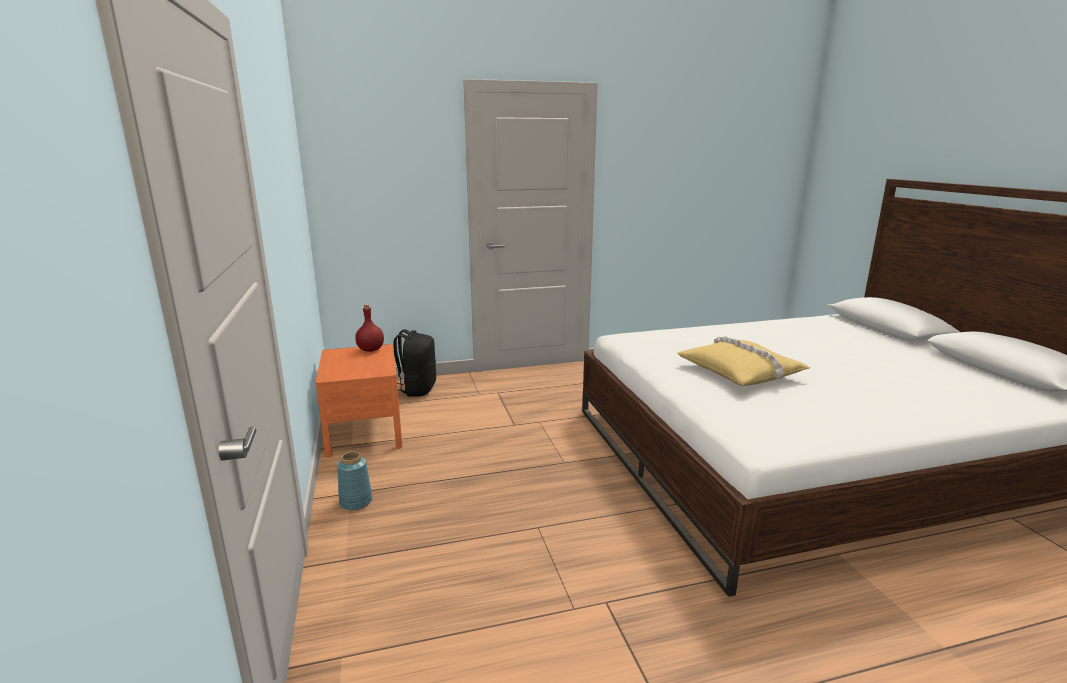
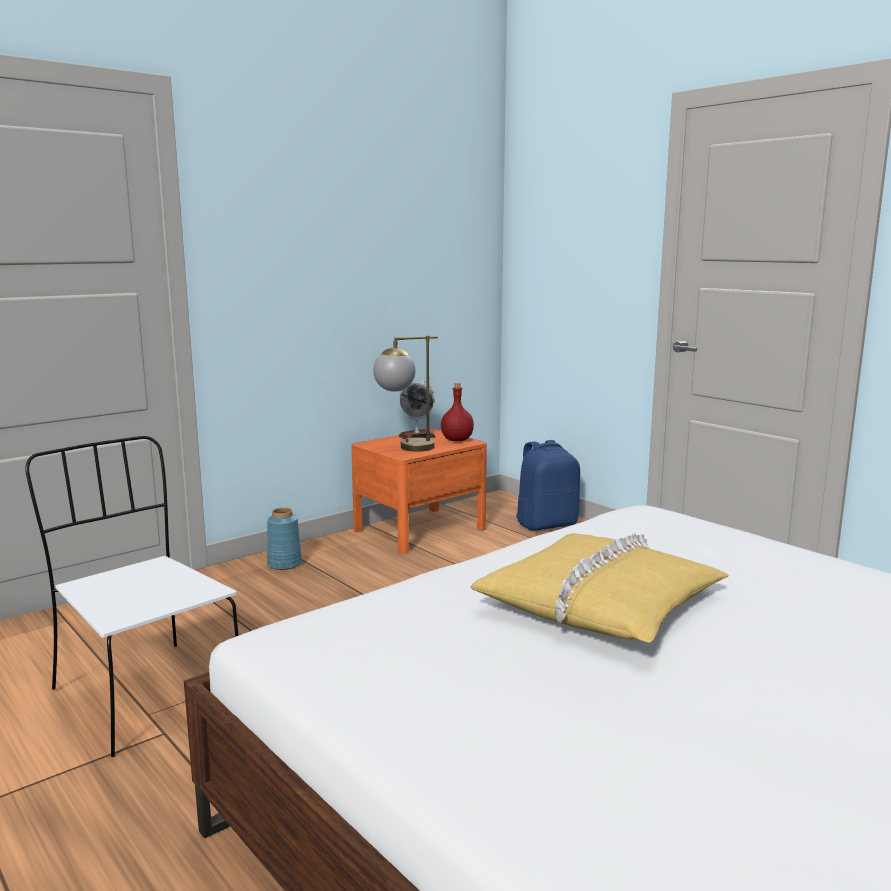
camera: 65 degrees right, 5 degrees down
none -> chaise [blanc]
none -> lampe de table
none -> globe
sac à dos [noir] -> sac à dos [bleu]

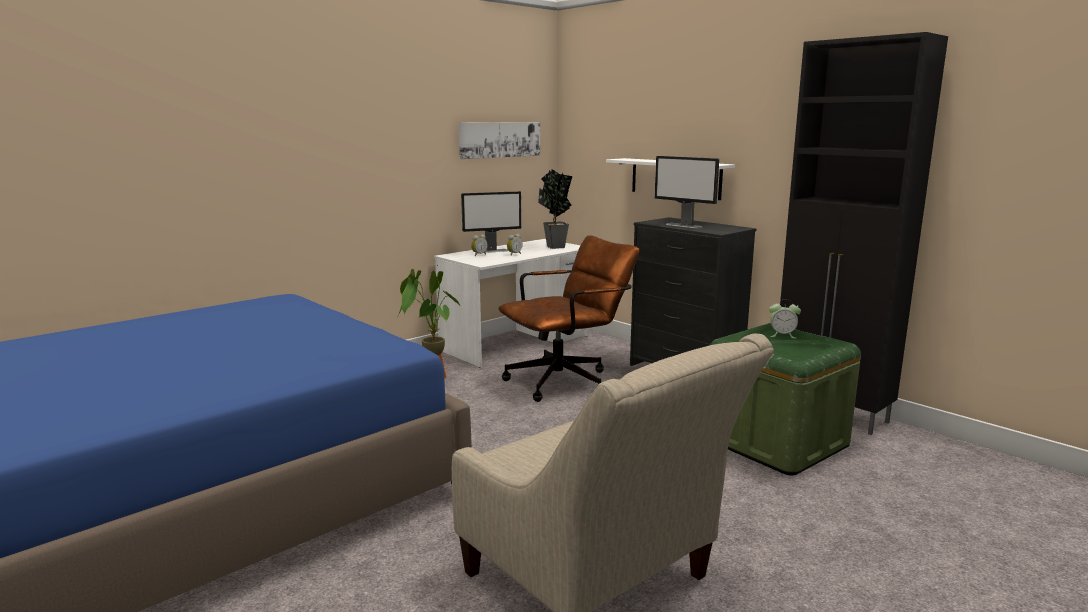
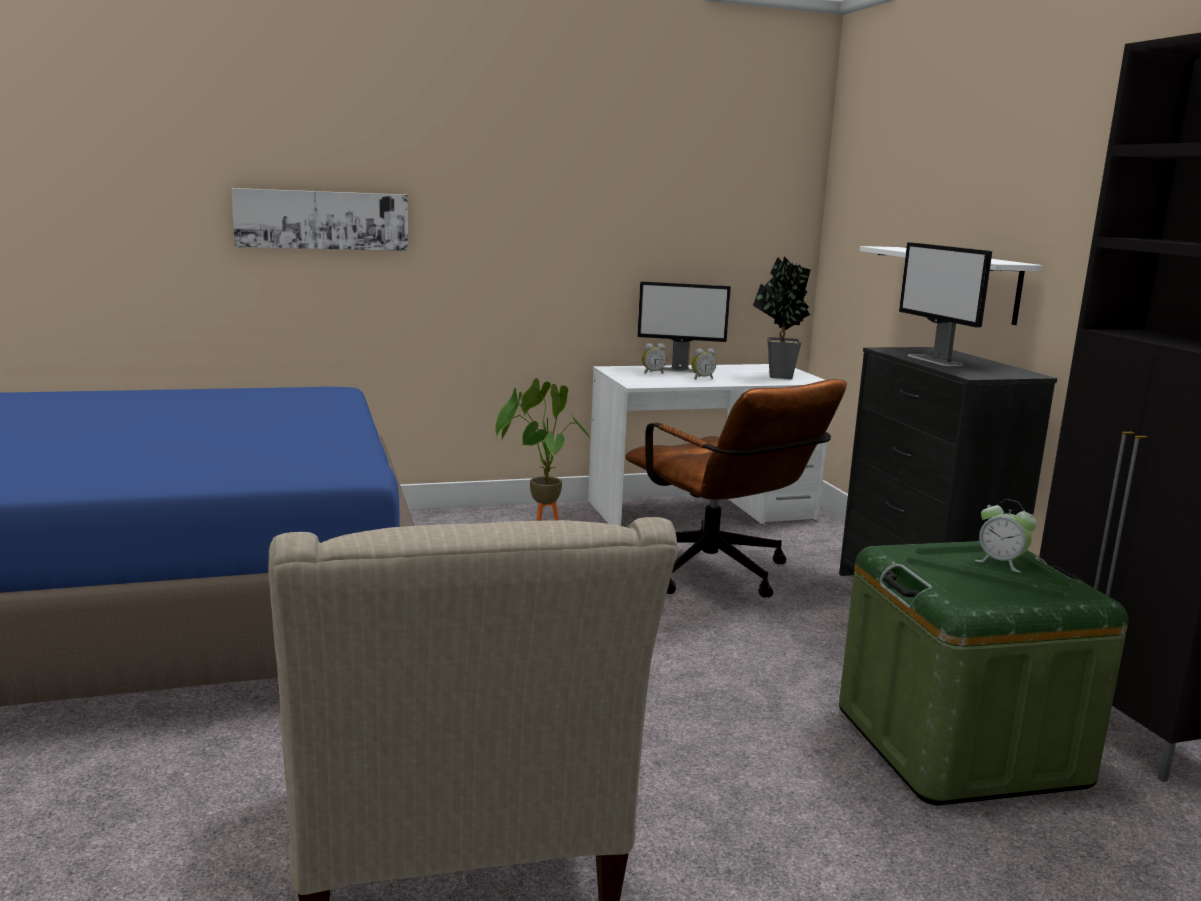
camera: 25 degrees right, 0 degrees up
tableau, move
chaise de bureau [marron], 60 degrees clockwise

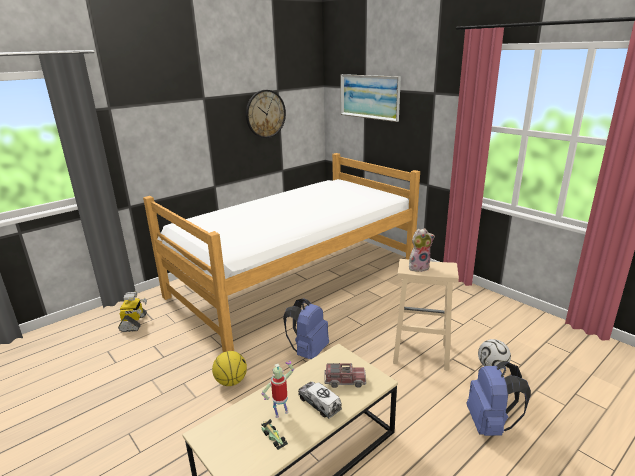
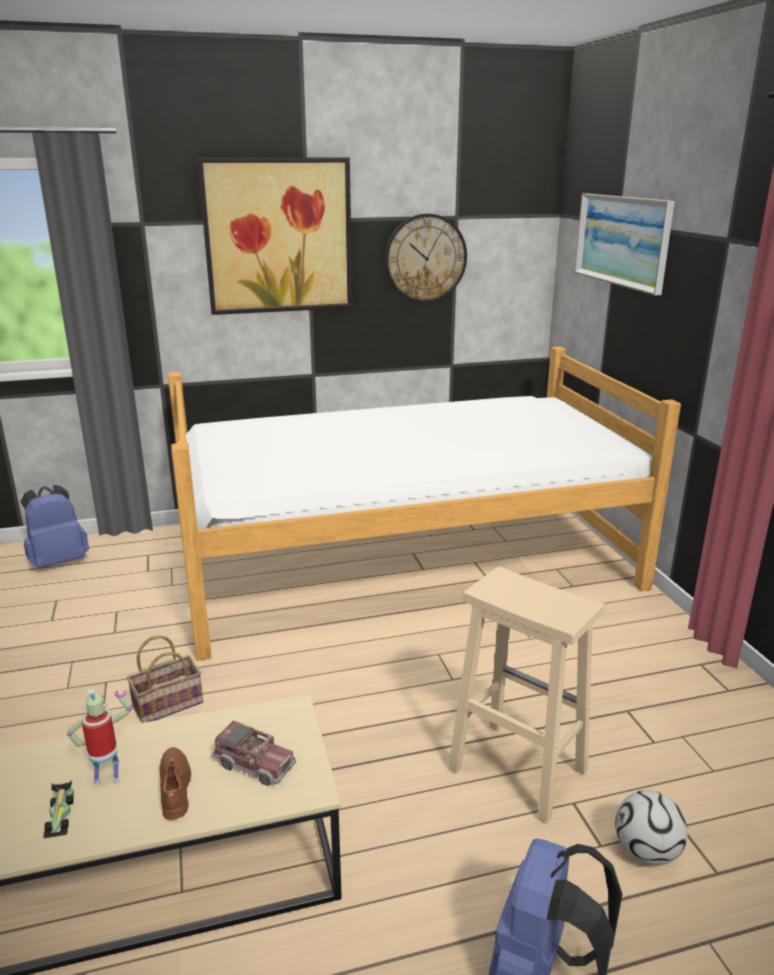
camera: 25 degrees right, 0 degrees up
robot jouet (1st from left) -> none
peluche -> none
none -> tableau (1st from left)
sac à dos [bleu] (1st from left), move
ballon de basket -> panier
camion jouet (1st from left) -> chaussure [marron]

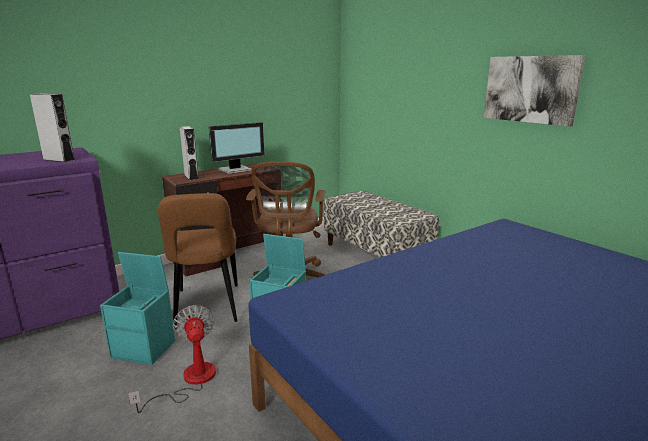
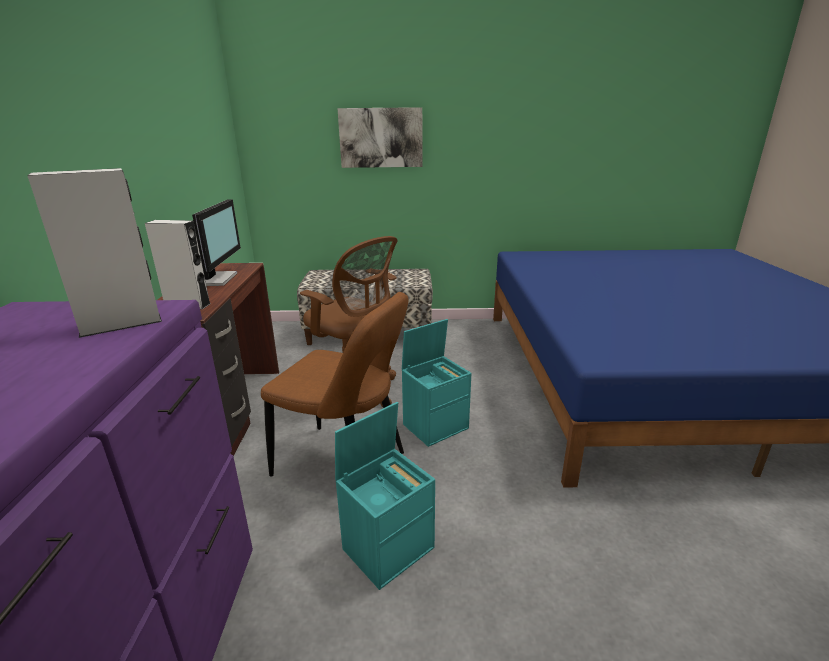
camera: 55 degrees left, 5 degrees up
ventilateur -> none
tableau, move

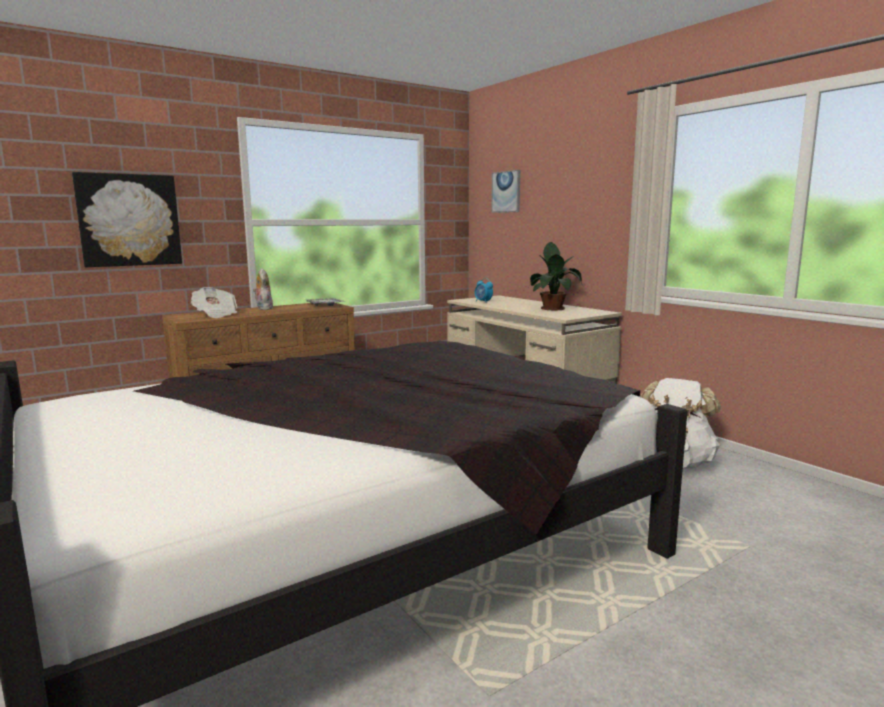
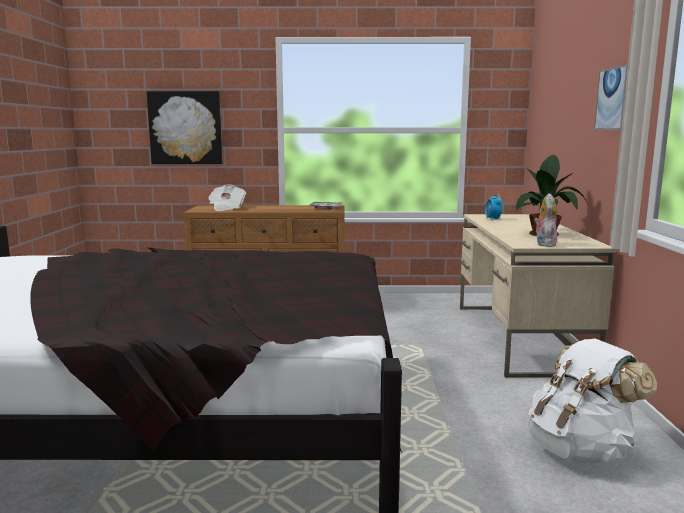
camera: 35 degrees right, 0 degrees up
peluche, move
tableau (2nd from left), move

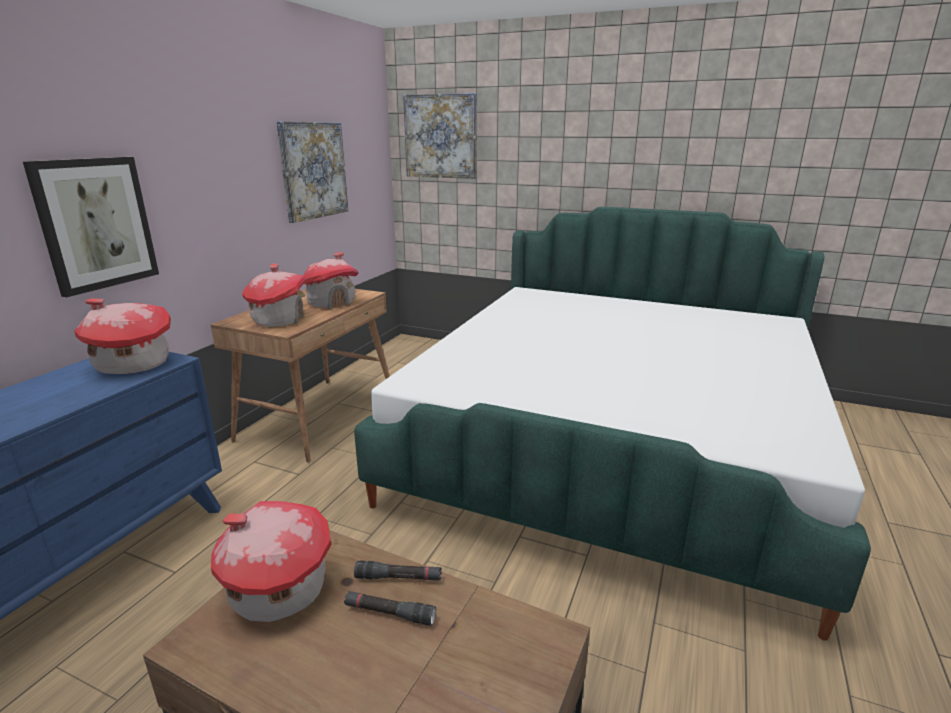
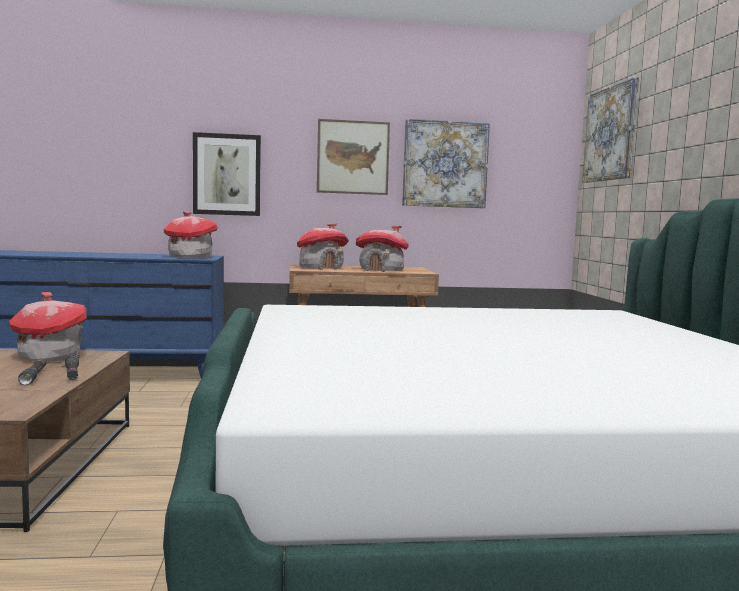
camera: 60 degrees right, 15 degrees down
none -> tableau (2nd from left)

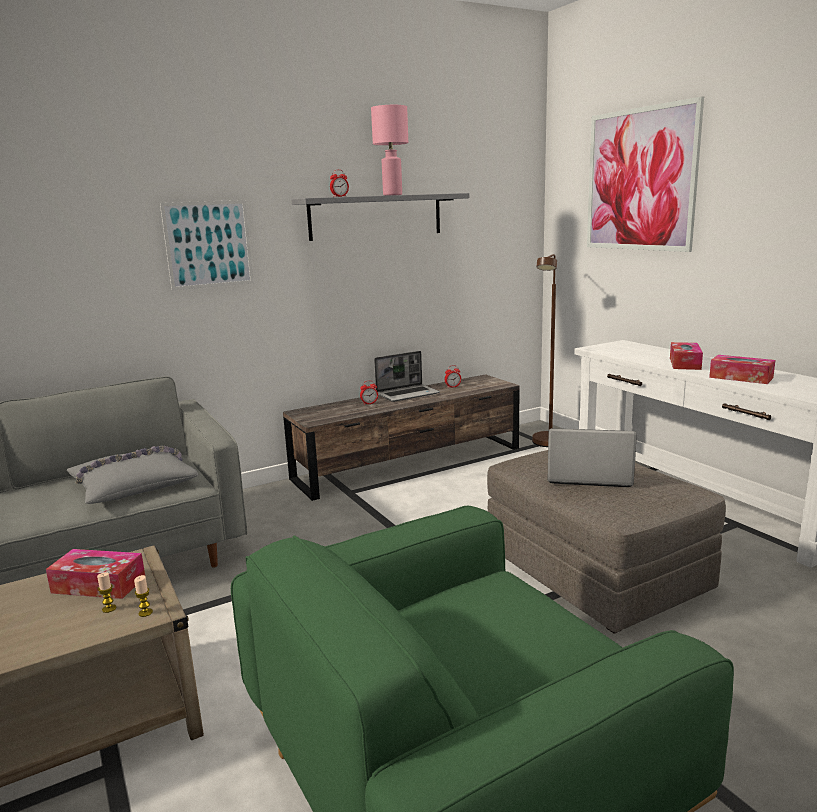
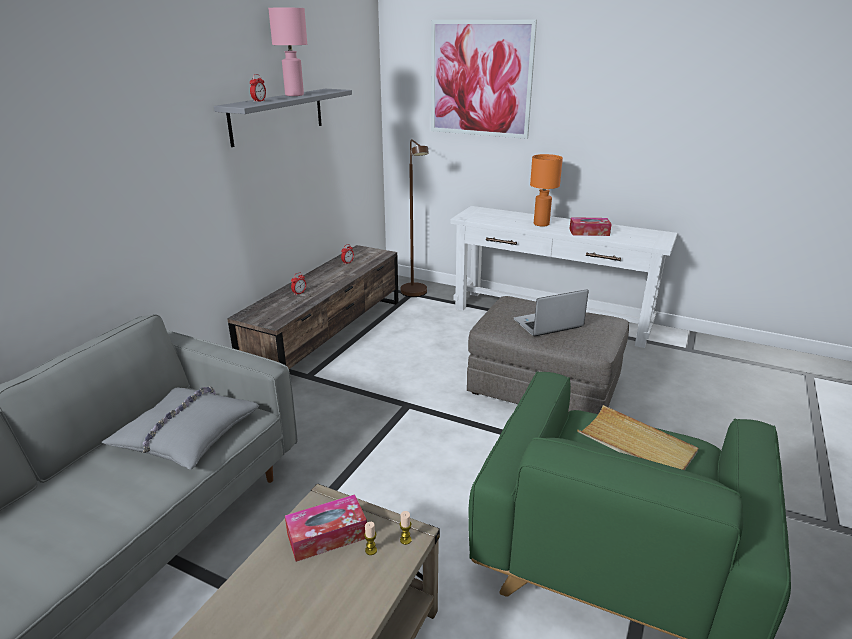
camera: 35 degrees left, 10 degrees up
tableau (1st from left) -> none
ordinateur portable (1st from left) -> none
none -> plateau [beige]
boîte à mouchoirs (2nd from left) -> lampe de table [orange]

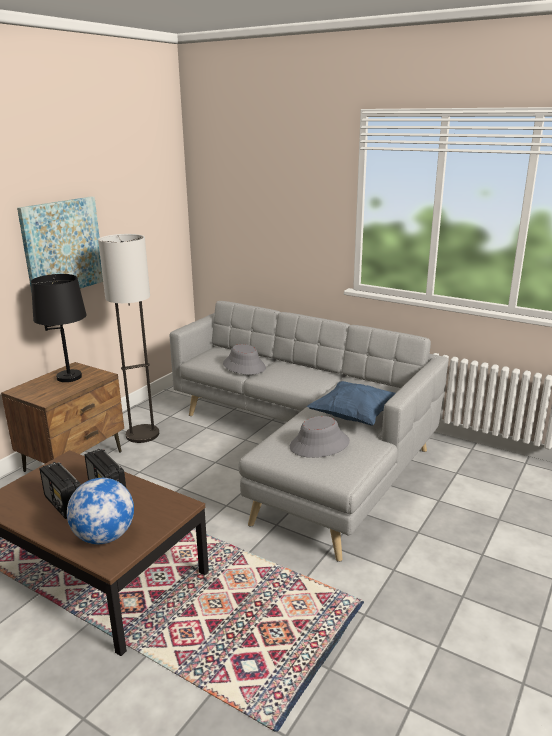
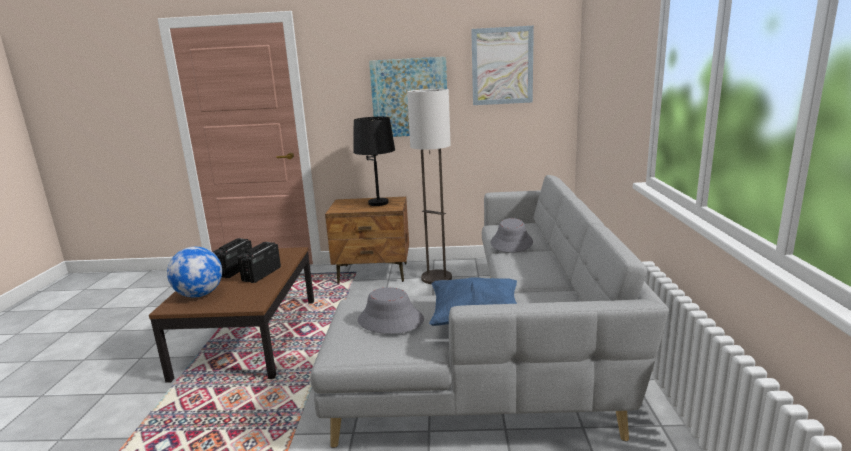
camera: 60 degrees right, 5 degrees down
none -> tableau (2nd from left)

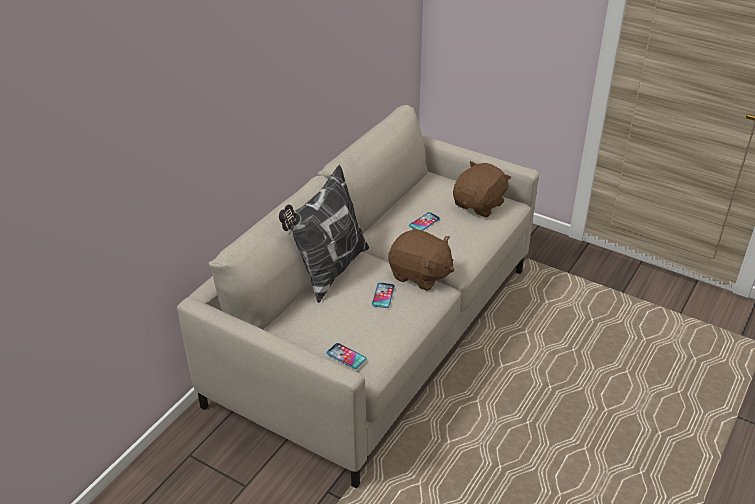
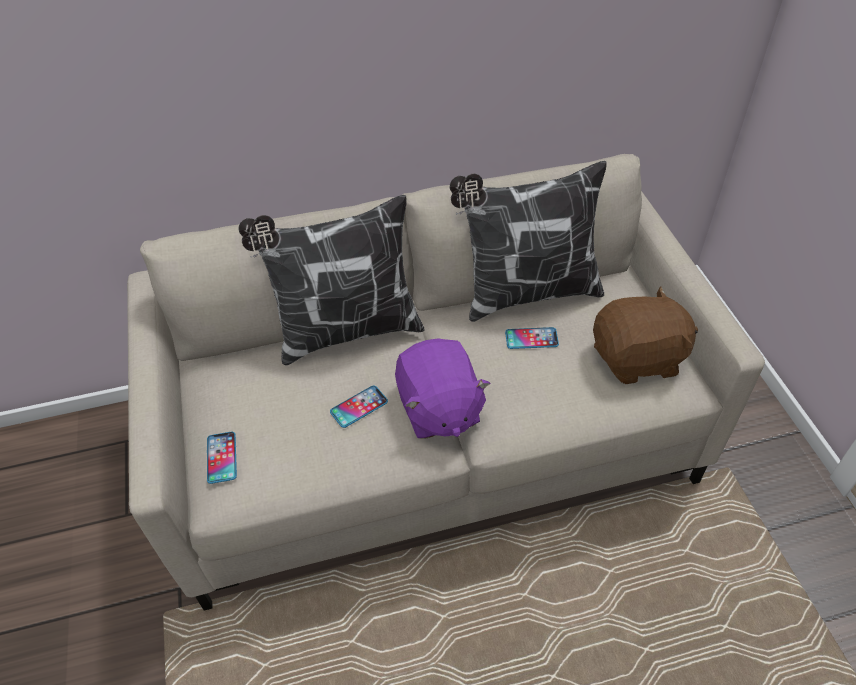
camera: 45 degrees right, 10 degrees up
none -> coussin (2nd from left)
peluche [marron] (1st from left) -> peluche [violet]

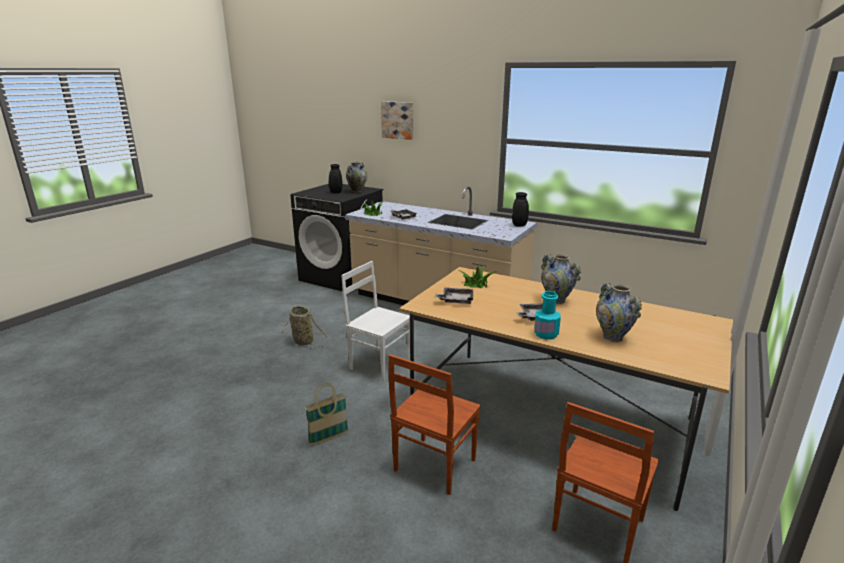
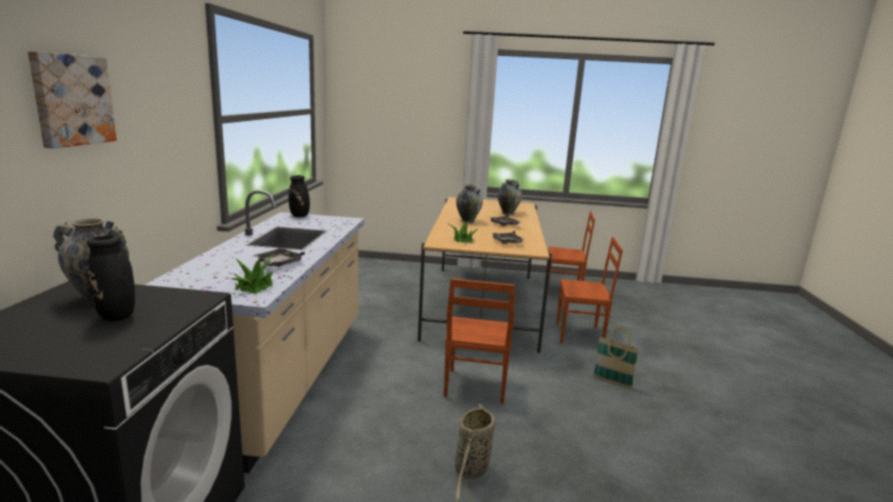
camera: 115 degrees left, 5 degrees down
bouteille [turquoise] -> none
chaise [blanc] -> chaise [marron] (1st from left)

